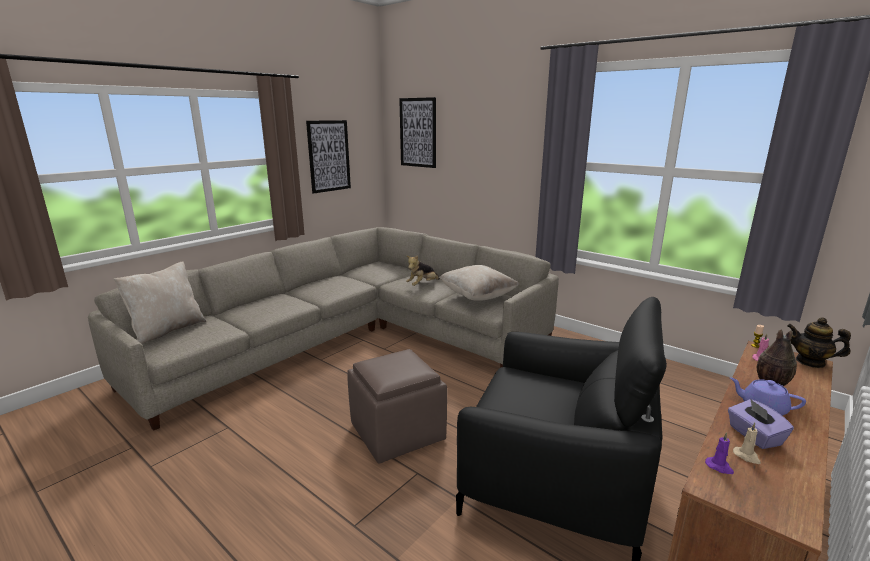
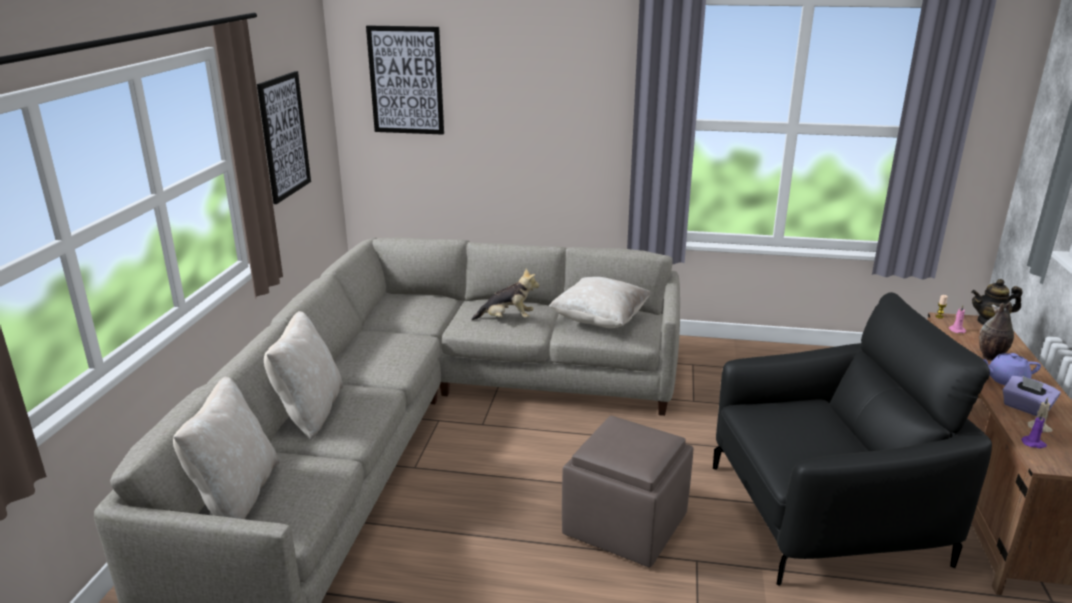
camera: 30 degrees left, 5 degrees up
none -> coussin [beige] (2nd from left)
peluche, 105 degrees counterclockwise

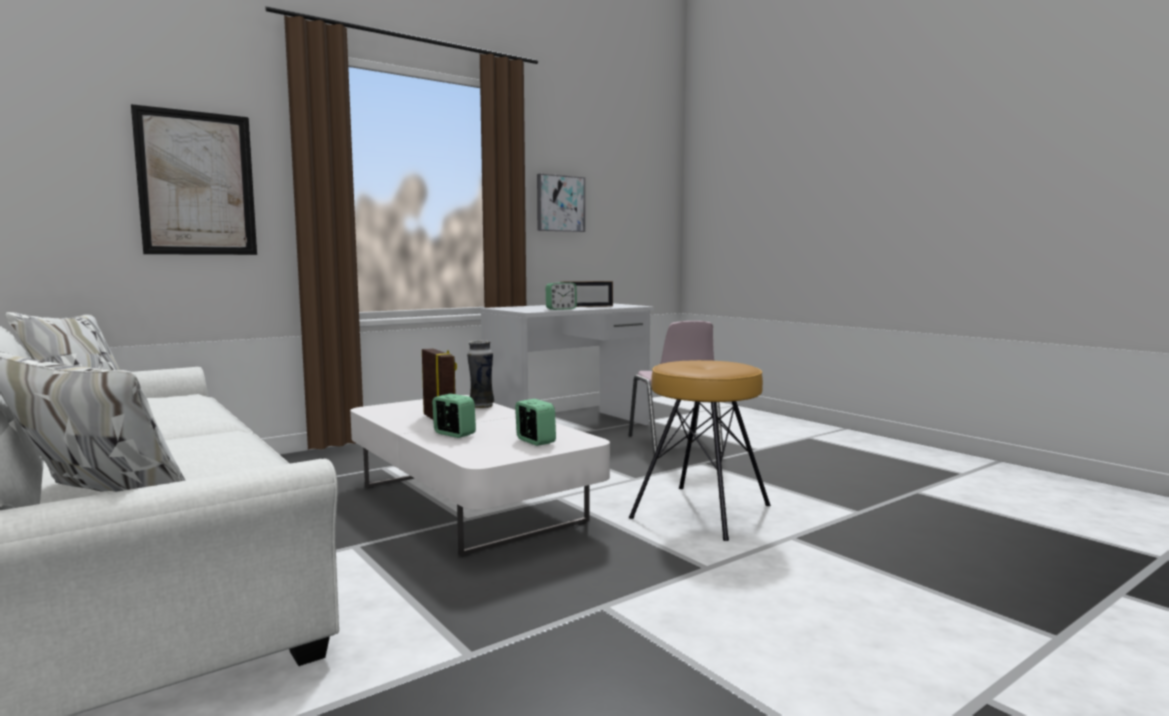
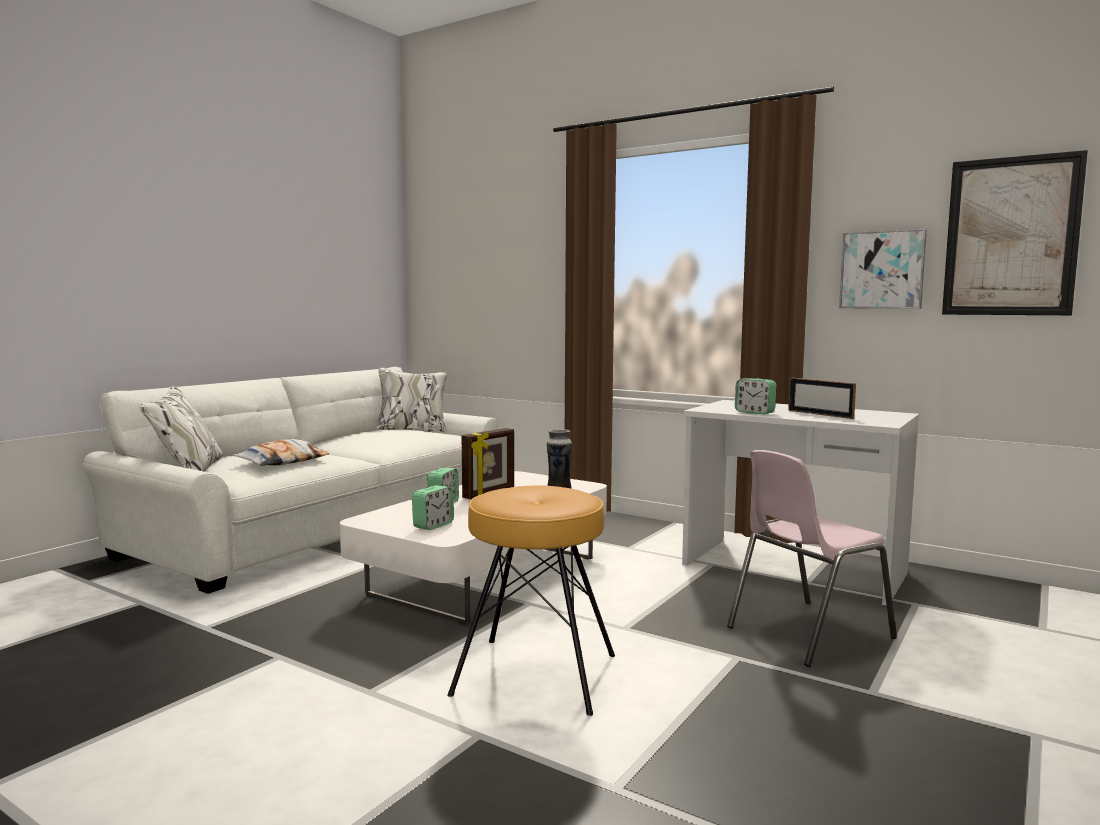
camera: 70 degrees right, 0 degrees up
none -> coussin
tableau (1st from left in the first image) -> tableau (2nd from left), move

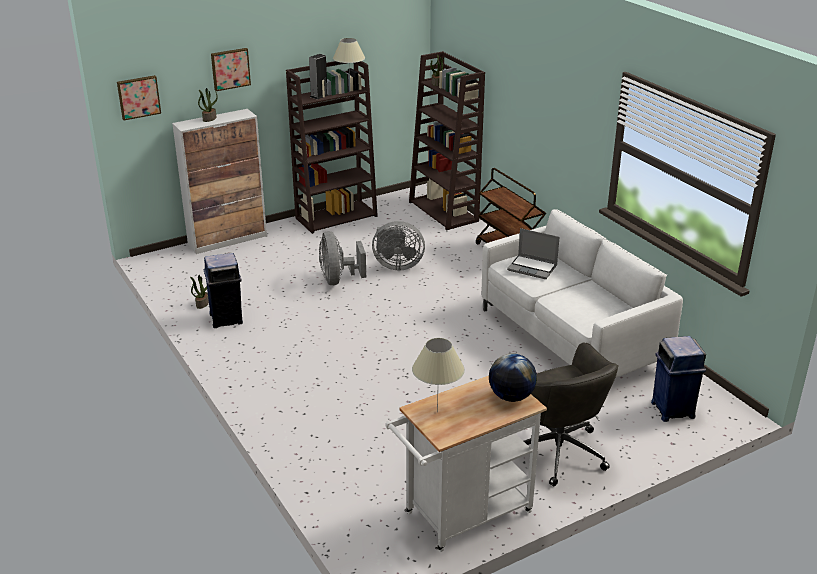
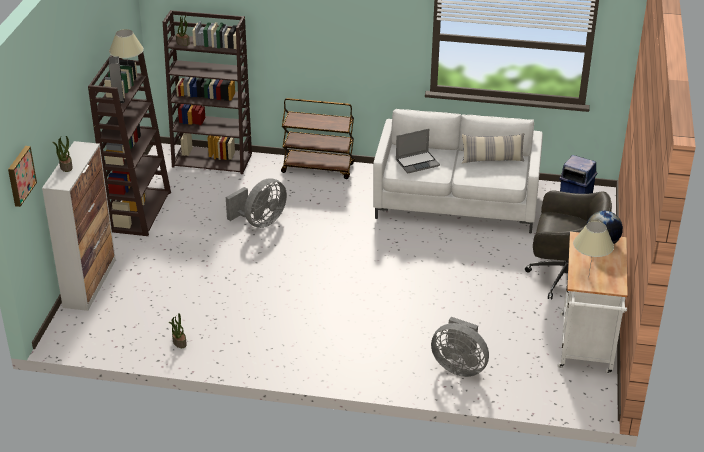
camera: 50 degrees left, 5 degrees up
poubelle [bleu] (1st from left) -> none
tableau (2nd from left) -> none
none -> coussin
ventilateur [gris] (1st from left in the first image) -> ventilateur [gris] (2nd from left), move

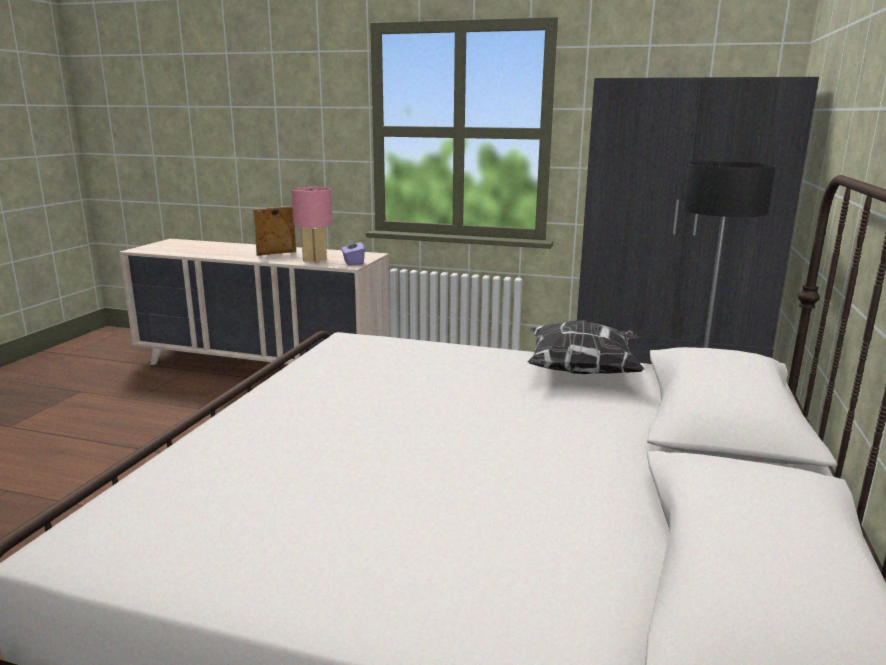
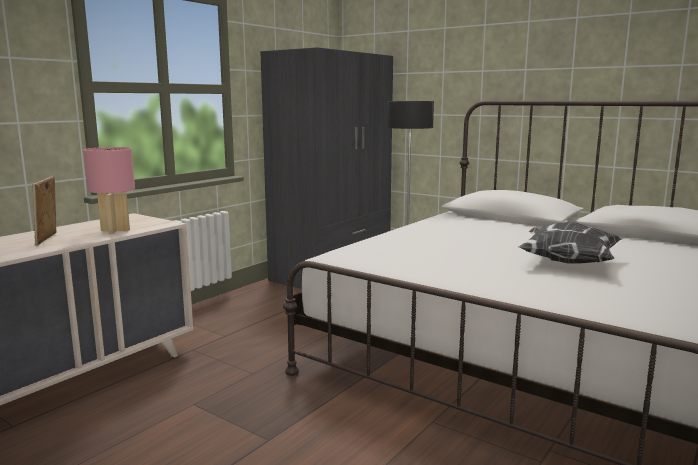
camera: 70 degrees left, 5 degrees down
boîte à mouchoirs [violet] -> none
coussin, move

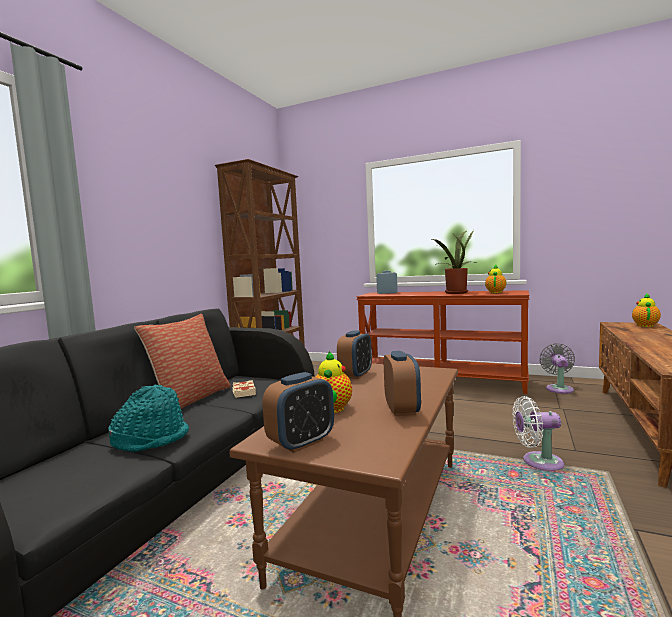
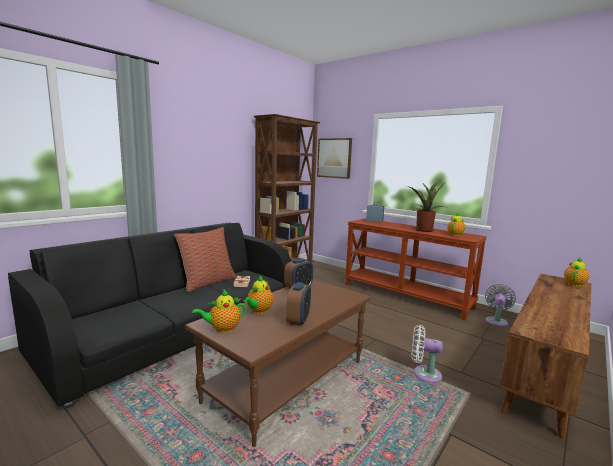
camera: 15 degrees right, 5 degrees up
chapeau [turquoise] -> none
none -> tableau
réveil (1st from left) -> théière (1st from left)

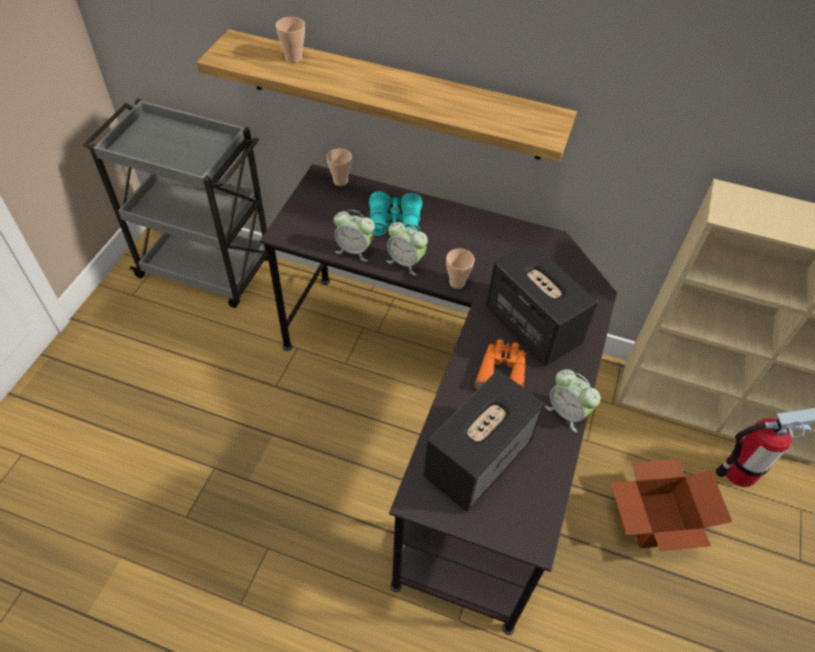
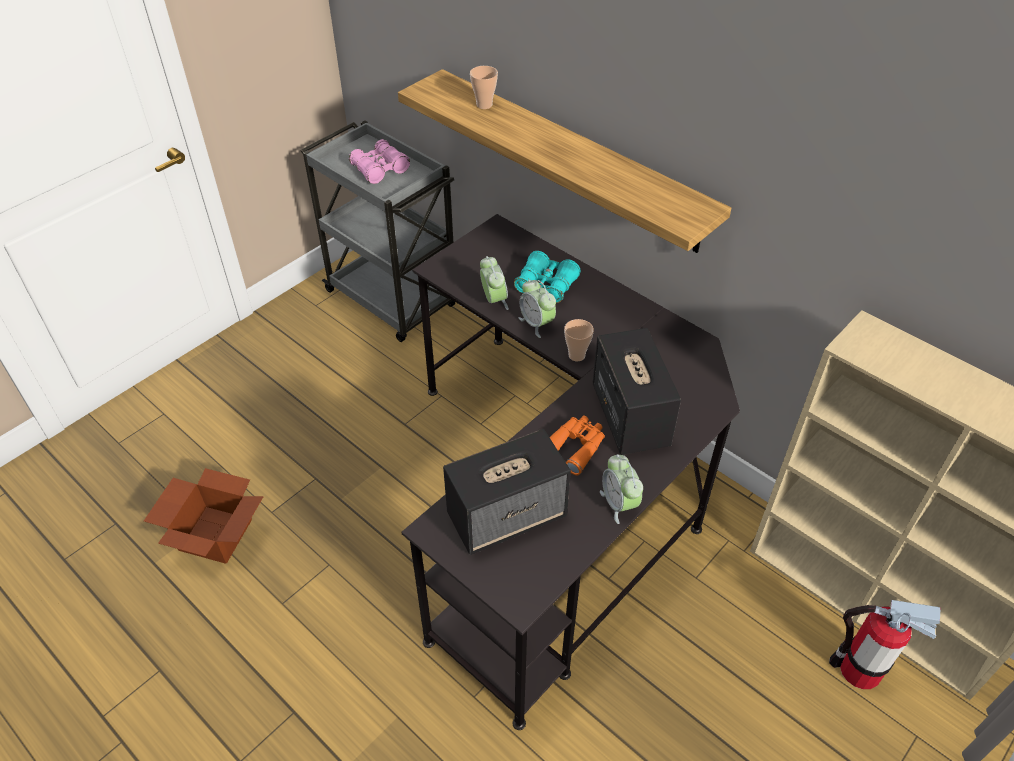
camera: 25 degrees right, 5 degrees down
tasse (2nd from left) -> none
none -> jumelles [rose]
carton, move
réveil (1st from left), 150 degrees counterclockwise

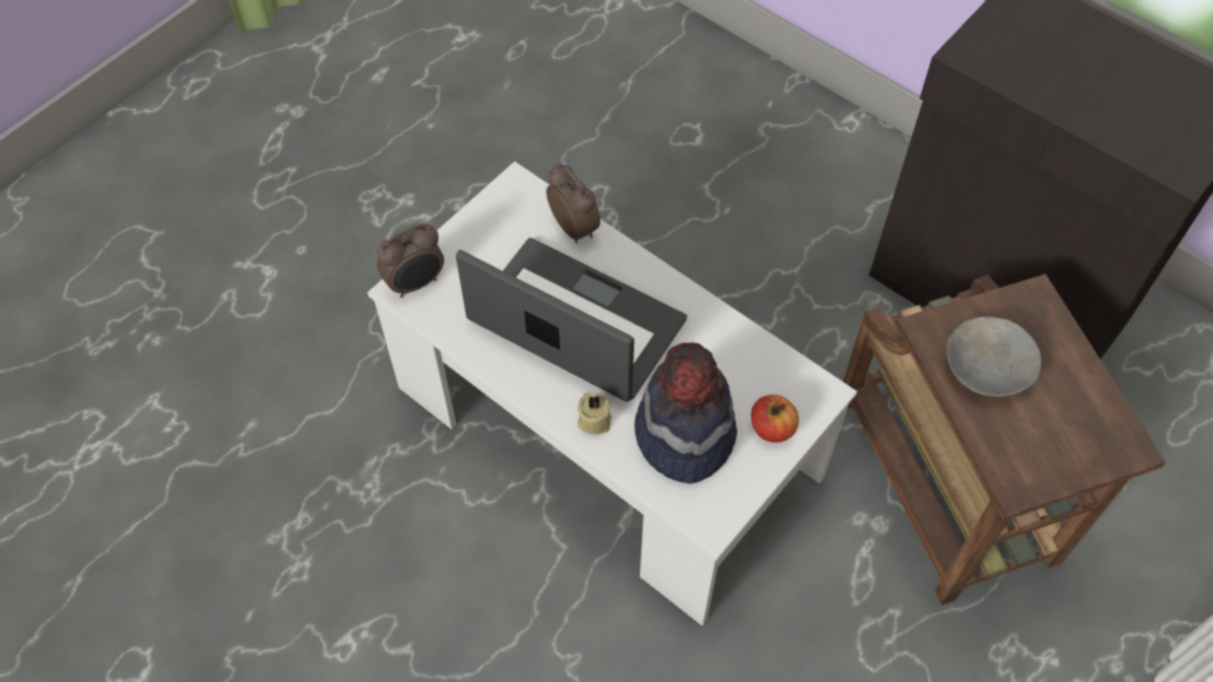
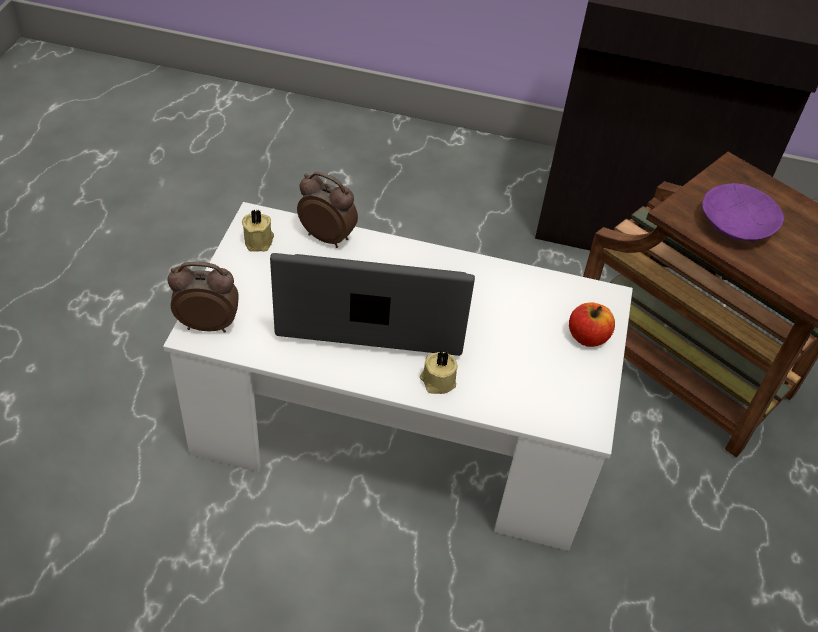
camera: 30 degrees left, 10 degrees down
chapeau -> none
none -> bougie [beige] (1st from left)
bol [gris] -> bol [violet]
réveil (1st from left), 120 degrees counterclockwise

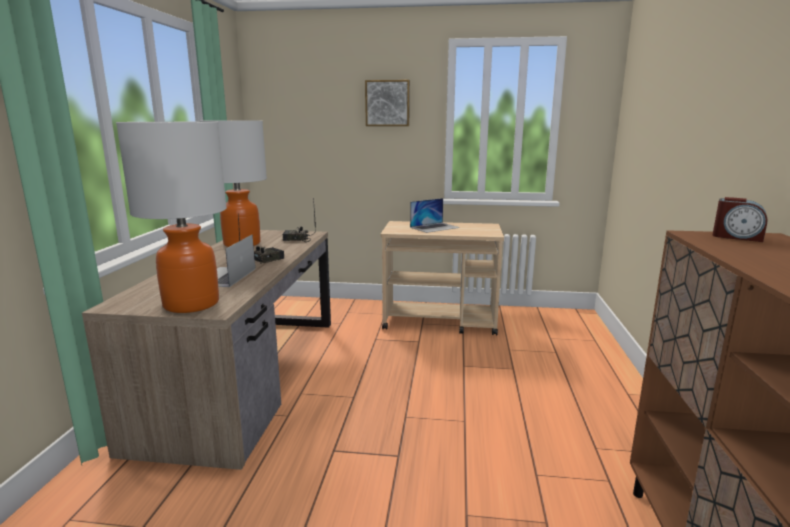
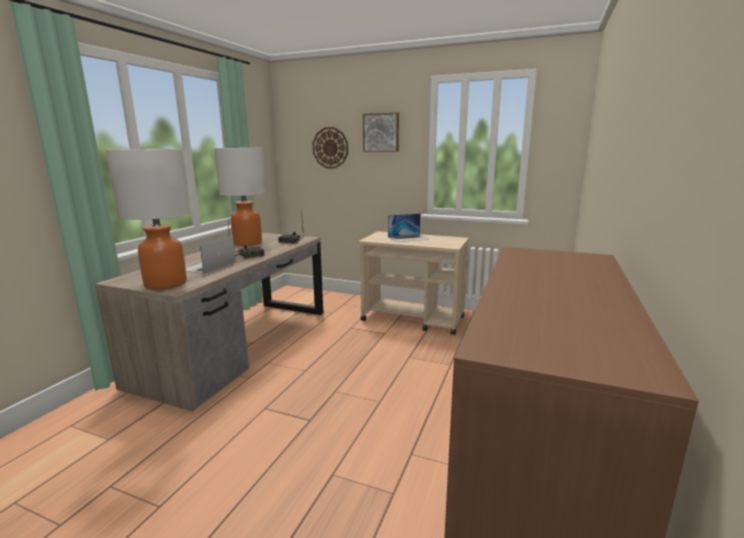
camera: 15 degrees right, 0 degrees up
réveil -> none
none -> horloge murale

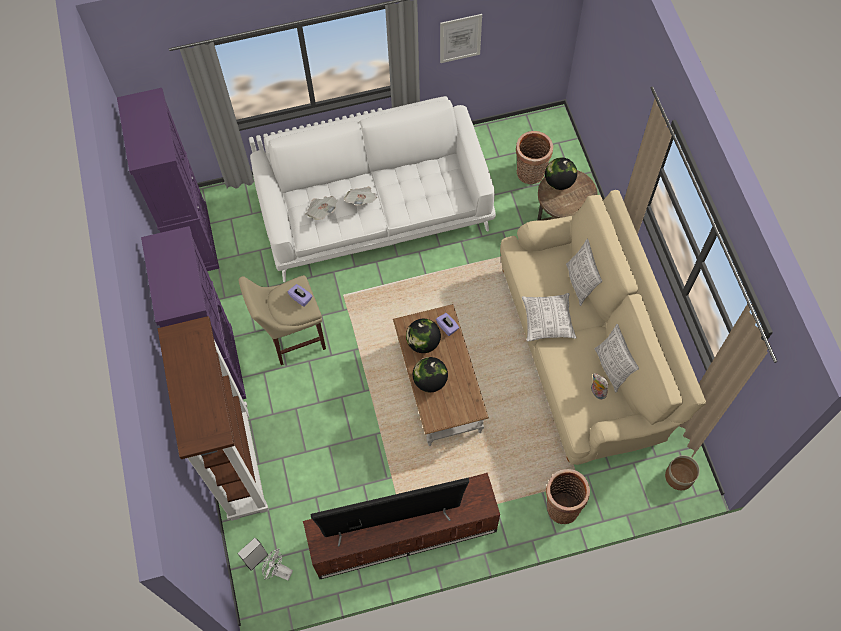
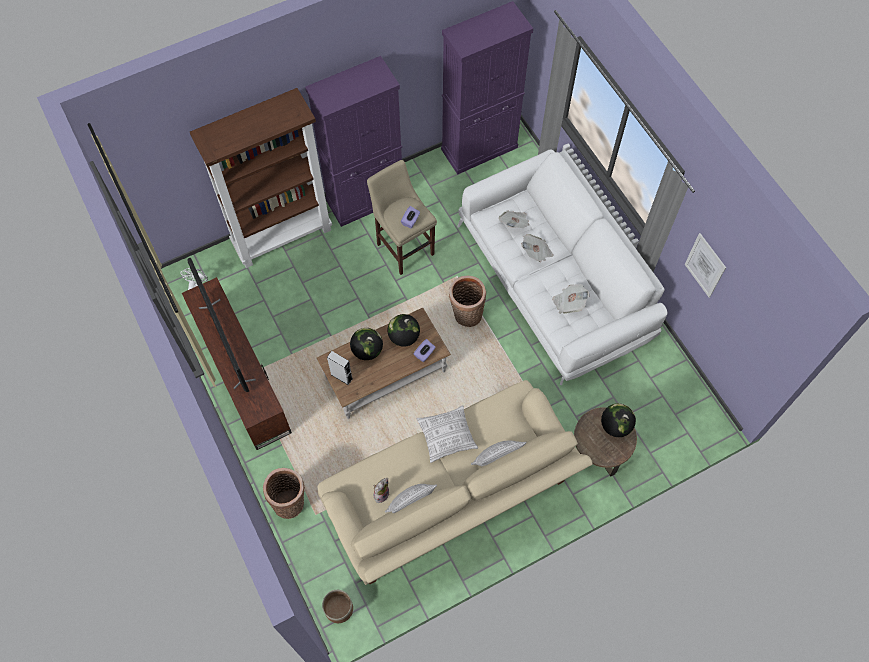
camera: 75 degrees right, 0 degrees up
none -> journal (3rd from left)
enceinte [gris], move
panier (1st from left in the first image) -> panier (2nd from left), move

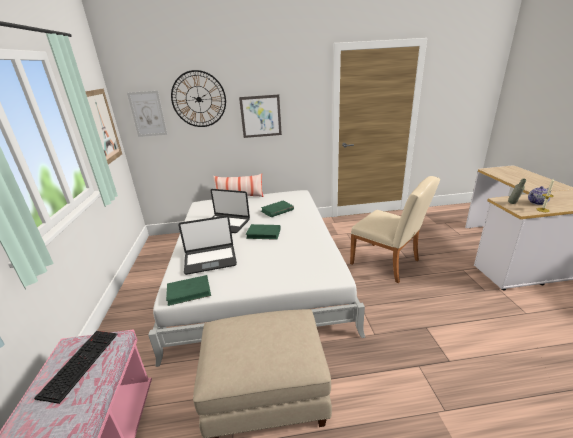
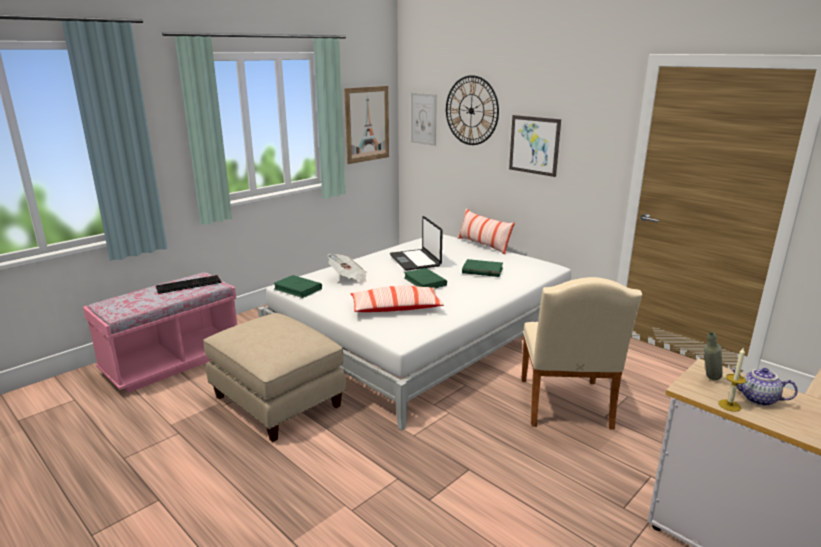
camera: 50 degrees right, 5 degrees down
none -> coussin (1st from left)
ordinateur portable (1st from left) -> journal

